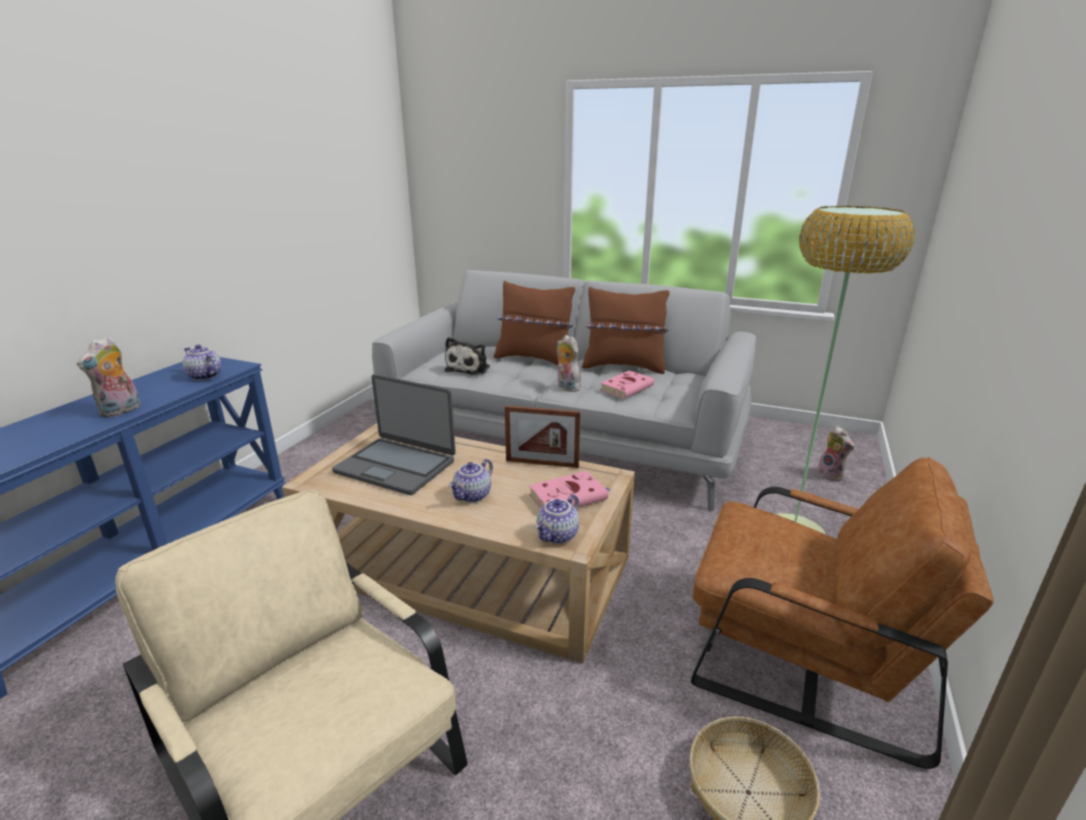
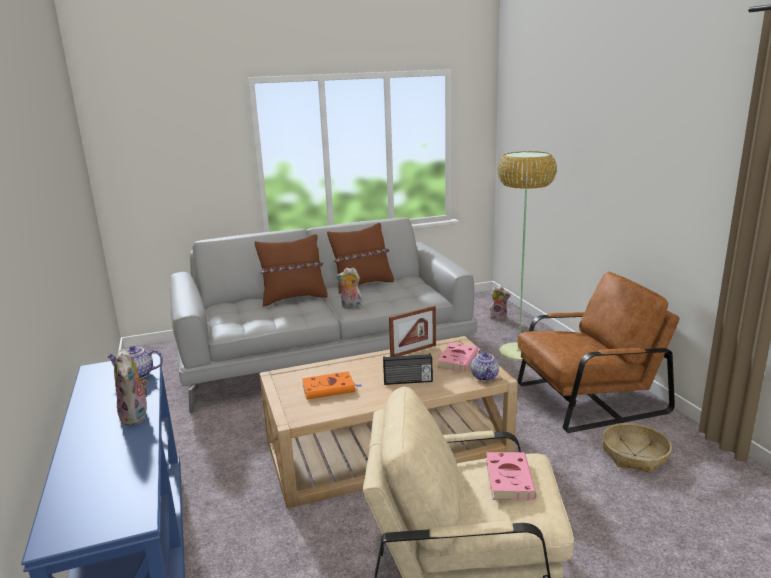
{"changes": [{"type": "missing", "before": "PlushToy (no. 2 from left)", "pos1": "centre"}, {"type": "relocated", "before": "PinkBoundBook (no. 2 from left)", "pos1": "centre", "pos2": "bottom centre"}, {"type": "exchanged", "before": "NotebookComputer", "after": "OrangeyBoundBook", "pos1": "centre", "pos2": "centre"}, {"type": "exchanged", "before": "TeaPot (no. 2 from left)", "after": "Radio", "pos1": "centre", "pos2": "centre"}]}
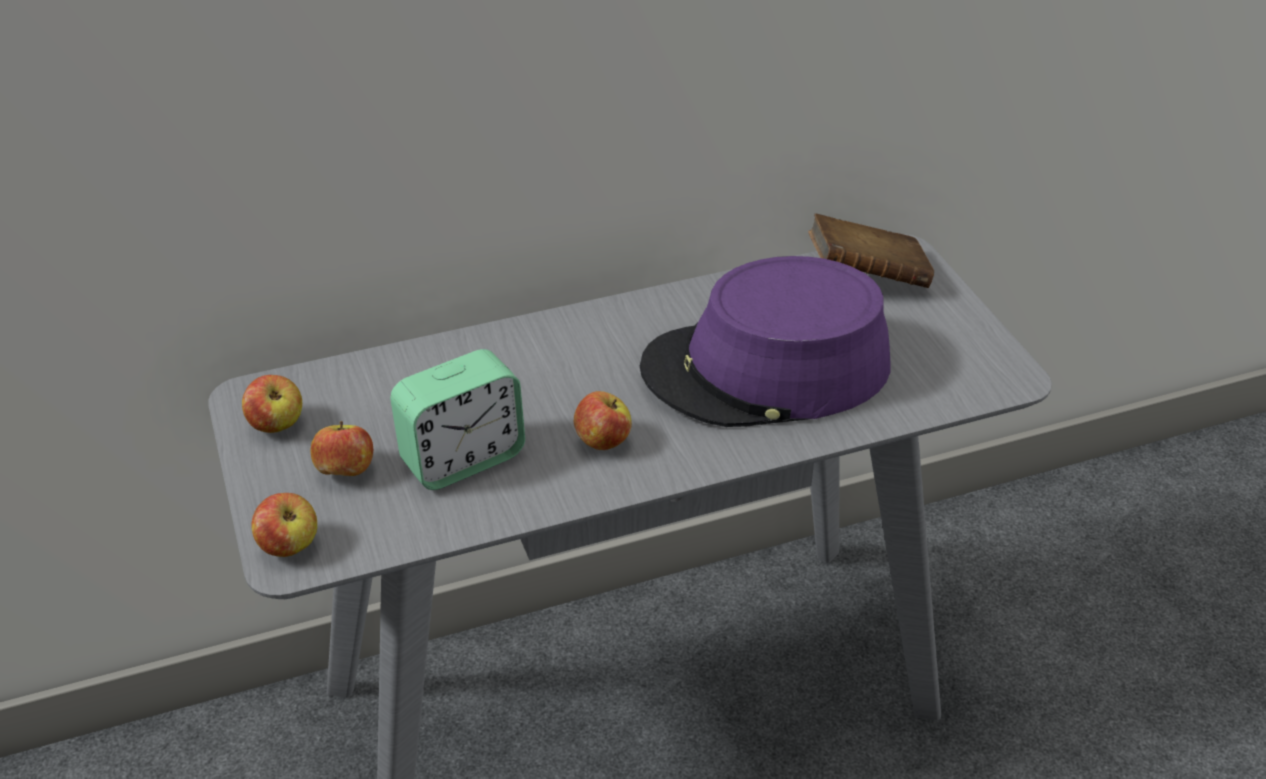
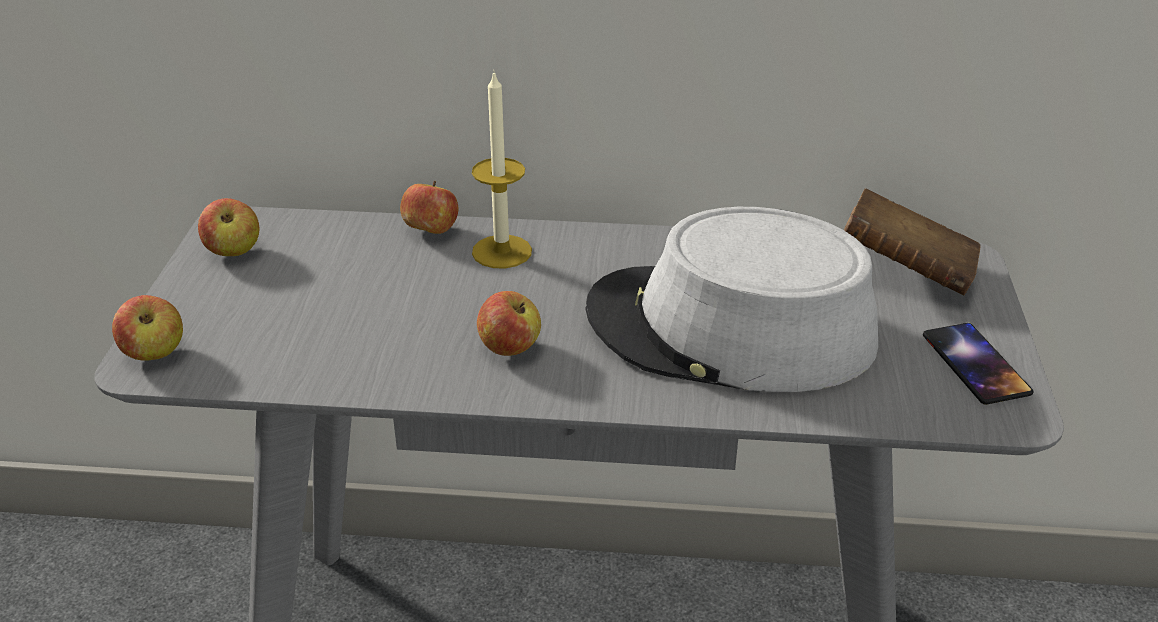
{"changes": [{"type": "missing", "before": "TableClock", "pos1": "centre"}, {"type": "appeared", "after": "WaxCandle", "pos2": "top centre"}, {"type": "appeared", "after": "Phone", "pos2": "middle right"}, {"type": "relocated", "before": "Apple (no. 3 from left)", "pos1": "middle left", "pos2": "top centre"}, {"type": "colour", "before": "PurplishClothingHat", "after": "GreyClothingHat", "pos1": "centre", "pos2": "centre"}]}
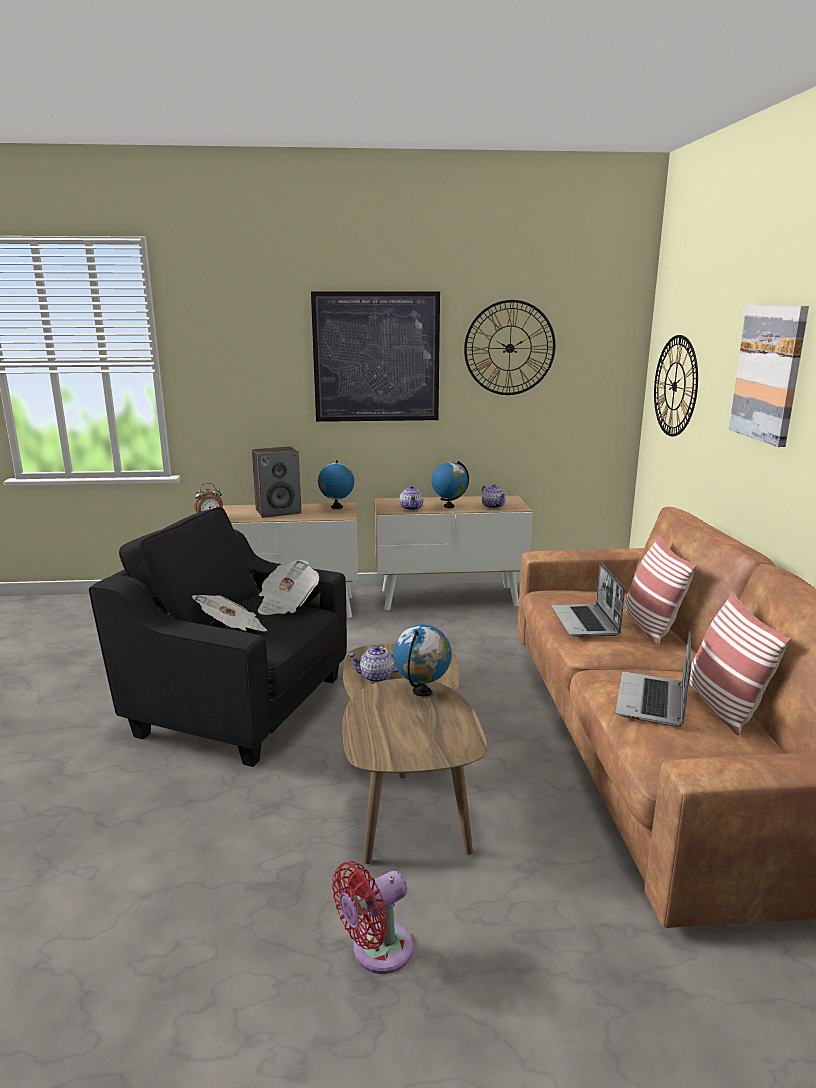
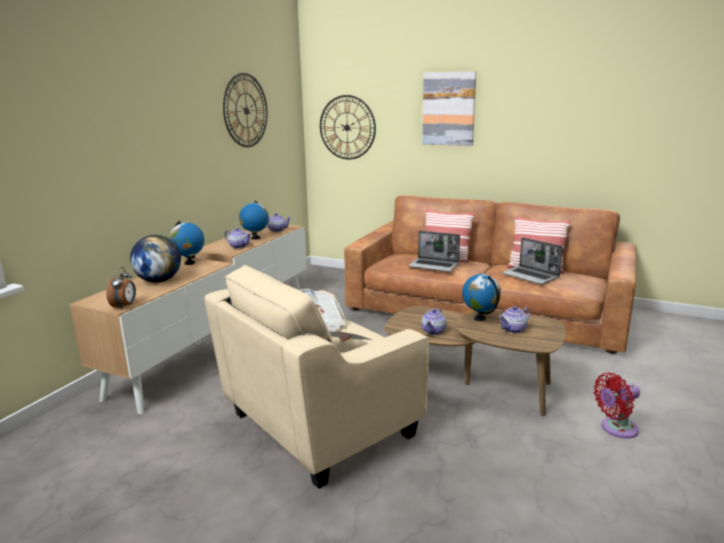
{"changes": [{"type": "missing", "before": "WallPicture (no. 1 from left)", "pos1": "top centre"}, {"type": "appeared", "after": "TeaPot (no. 4 from left)", "pos2": "middle right"}, {"type": "exchanged", "before": "AudioSpeaker", "after": "Globe (no. 1 from left)", "pos1": "centre", "pos2": "middle left"}, {"type": "colour", "before": "BlackishEasyChair", "after": "BeigeColouredEasyChair", "pos1": "middle left", "pos2": "bottom centre"}, {"type": "spun", "before": "ReddishFan", "pos1": "bottom centre", "pos2": "bottom right", "turn": 75}]}
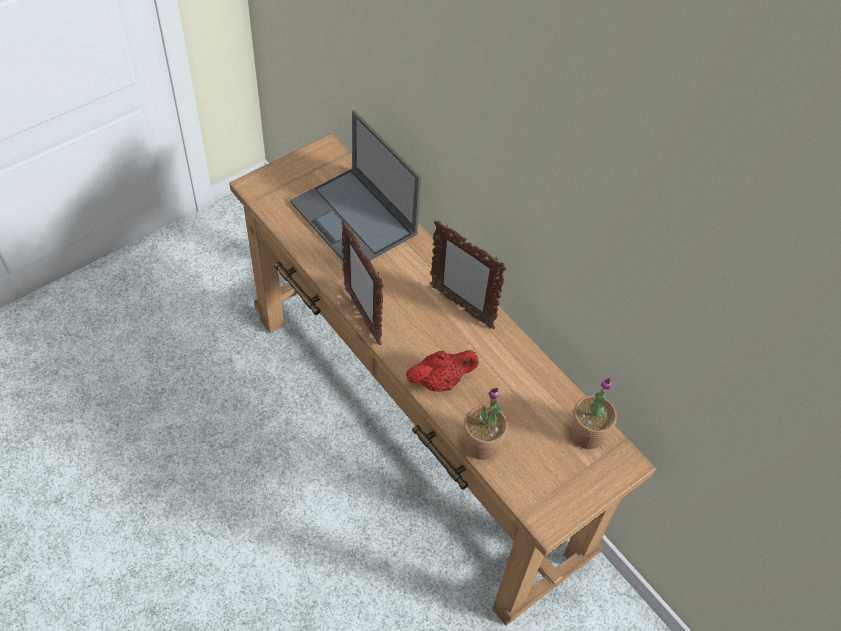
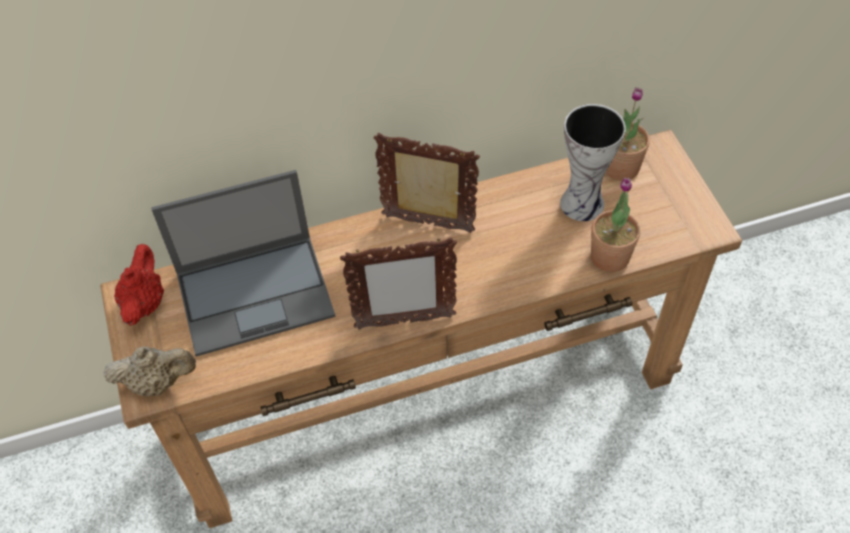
{"changes": [{"type": "appeared", "after": "BeigeColouredTeaPot", "pos2": "bottom left"}, {"type": "appeared", "after": "Vase", "pos2": "top right"}, {"type": "relocated", "before": "ReddishTeaPot", "pos1": "centre", "pos2": "middle left"}, {"type": "spun", "before": "PhotoFrame (no. 2 from left)", "pos1": "centre", "pos2": "centre", "turn": -135}]}
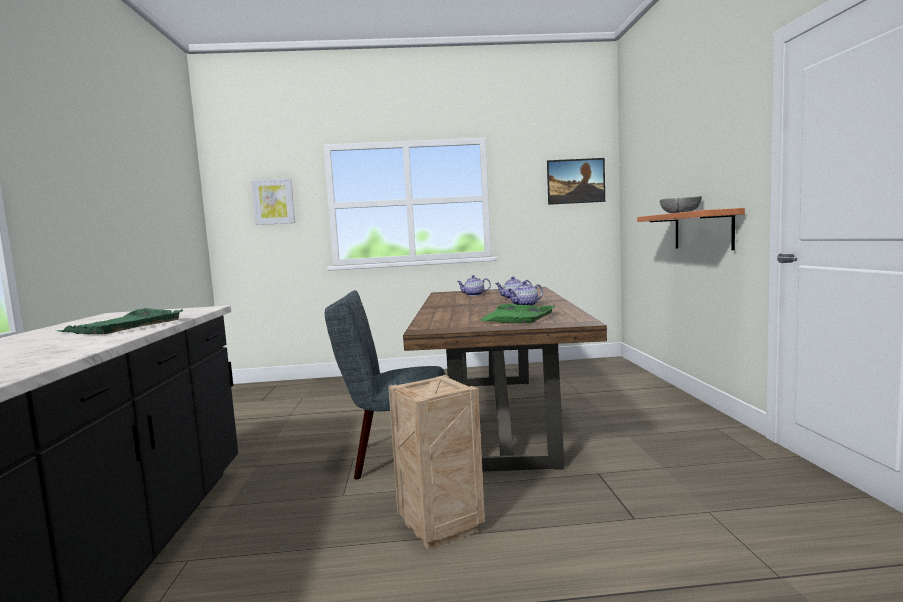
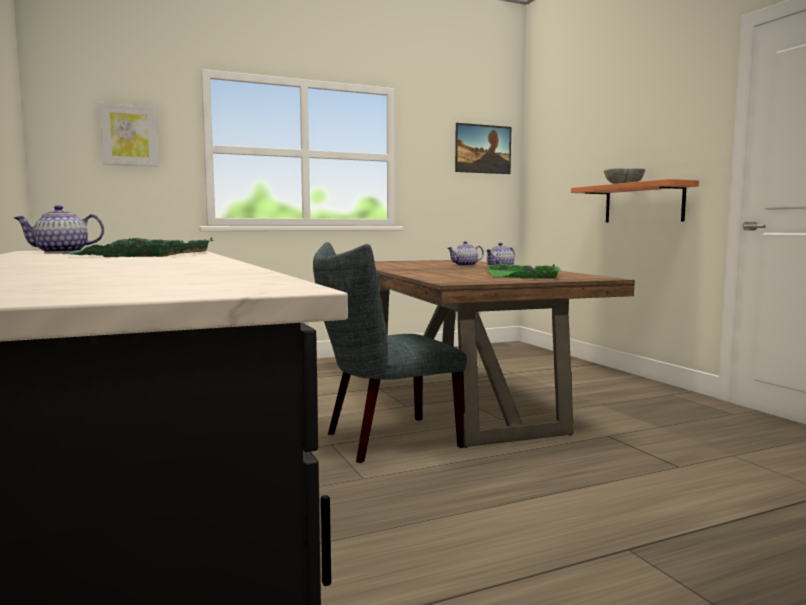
{"changes": [{"type": "missing", "before": "Crate", "pos1": "bottom centre"}, {"type": "relocated", "before": "TeaPot (no. 1 from left)", "pos1": "centre", "pos2": "middle left"}]}
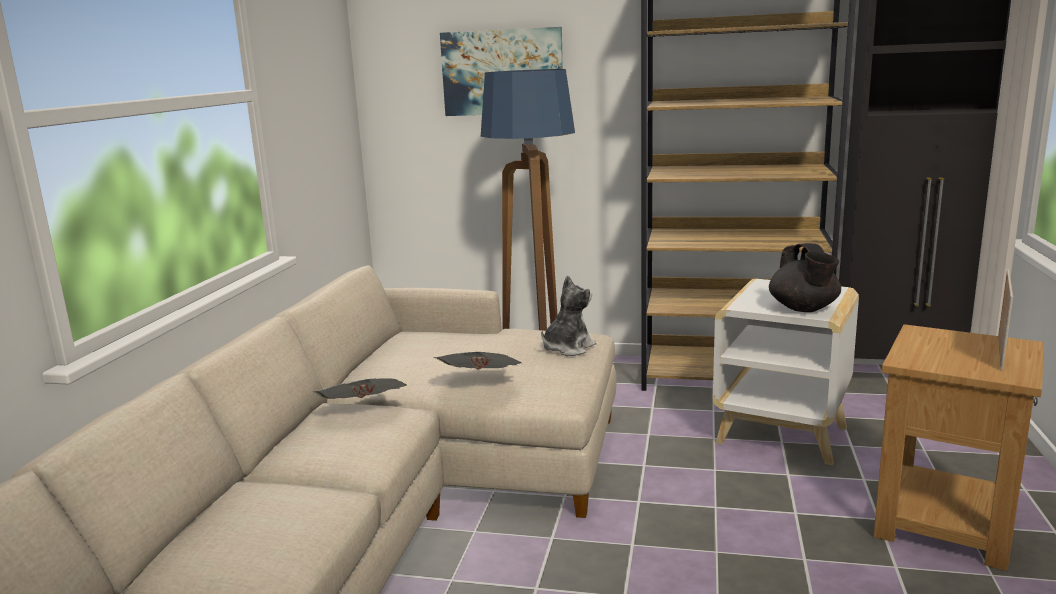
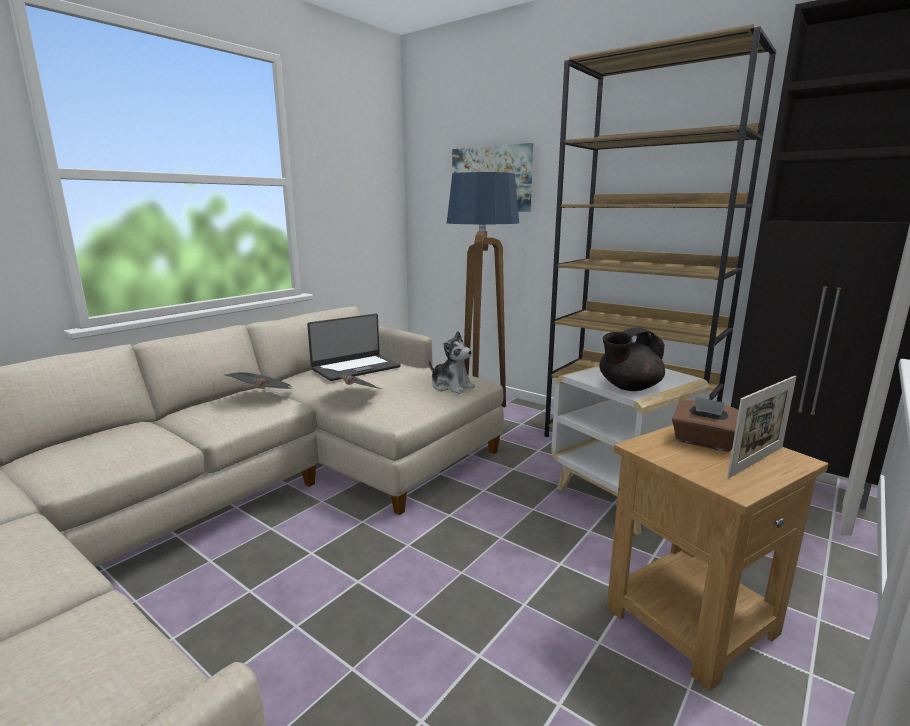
{"changes": [{"type": "appeared", "after": "NotebookComputer", "pos2": "centre"}, {"type": "appeared", "after": "BrownColouredTissueBox", "pos2": "middle right"}, {"type": "spun", "before": "PlushToy", "pos1": "centre", "pos2": "centre", "turn": 60}, {"type": "spun", "before": "BlackishTeaPot", "pos1": "middle right", "pos2": "middle right", "turn": 45}]}
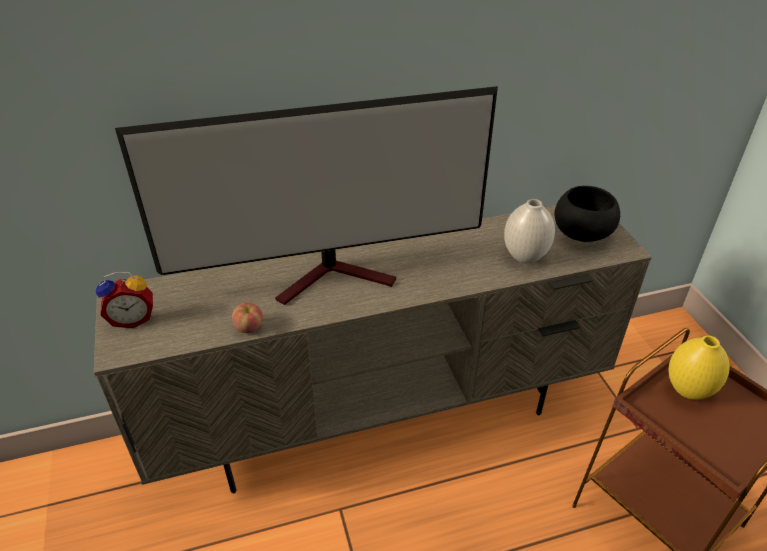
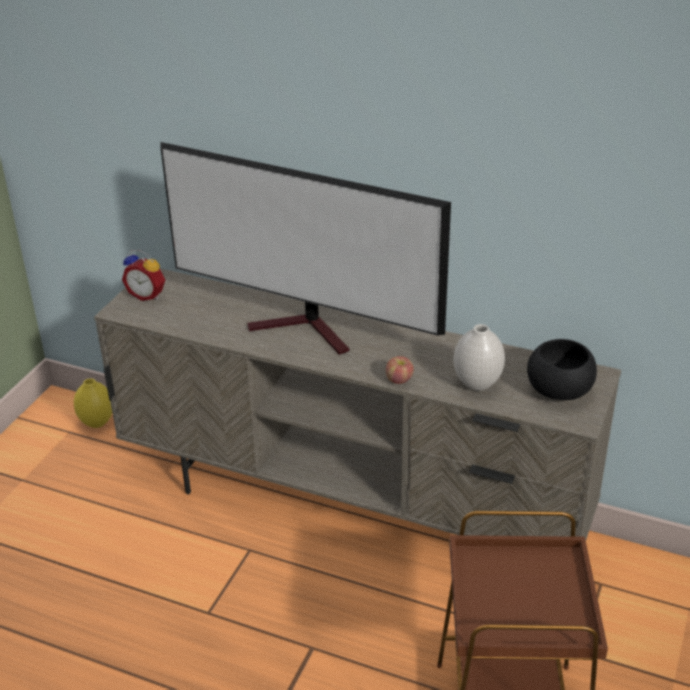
{"changes": [{"type": "relocated", "before": "Apple", "pos1": "middle left", "pos2": "centre"}, {"type": "relocated", "before": "YellowColouredVase", "pos1": "middle right", "pos2": "middle left"}]}
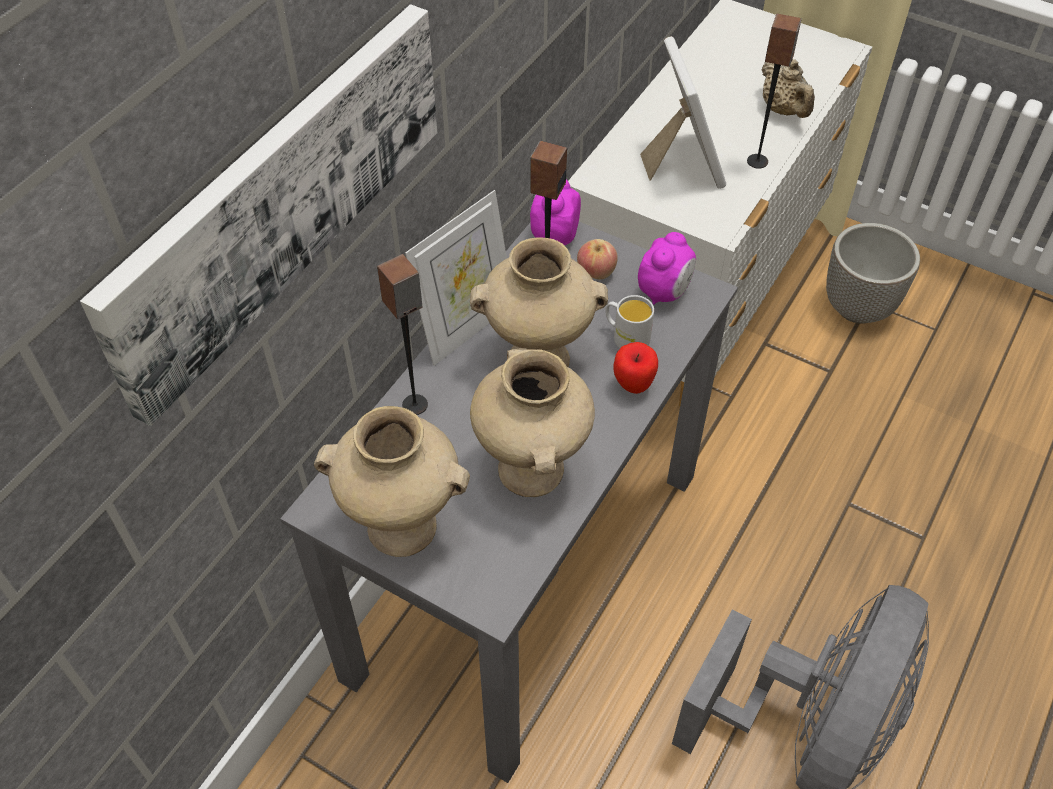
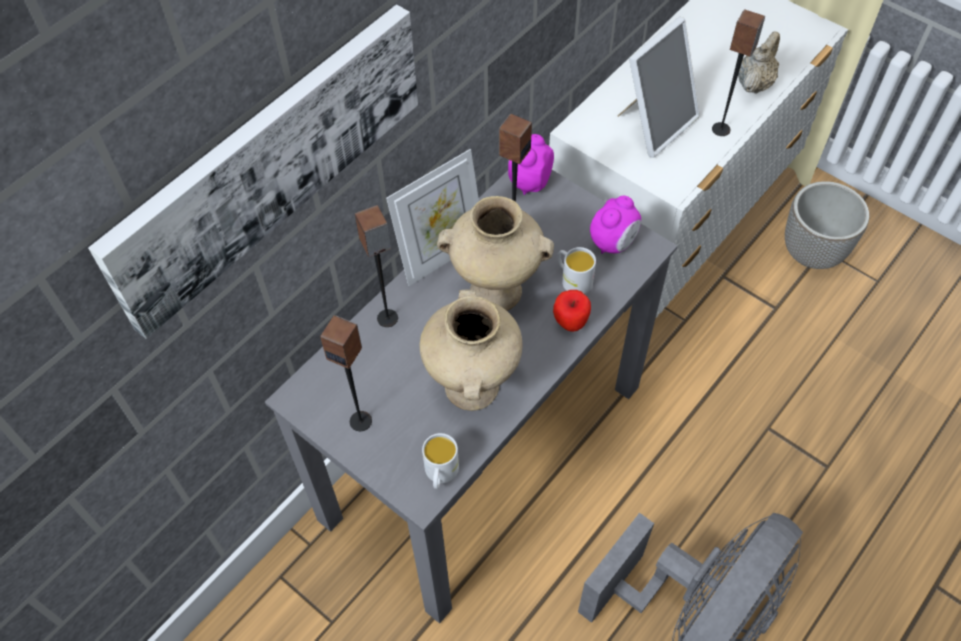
{"changes": [{"type": "missing", "before": "Apple (no. 1 from left)", "pos1": "top centre"}, {"type": "appeared", "after": "WhiteColouredTeaMug (no. 1 from left)", "pos2": "bottom centre"}, {"type": "exchanged", "before": "BeigeColouredVase (no. 1 from left)", "after": "AudioSpeaker (no. 1 from left)", "pos1": "centre", "pos2": "centre"}, {"type": "spun", "before": "PhotoFrame (no. 2 from left)", "pos1": "top centre", "pos2": "top right", "turn": 45}, {"type": "spun", "before": "BeigeColouredTeaPot", "pos1": "top right", "pos2": "top right", "turn": -135}]}
